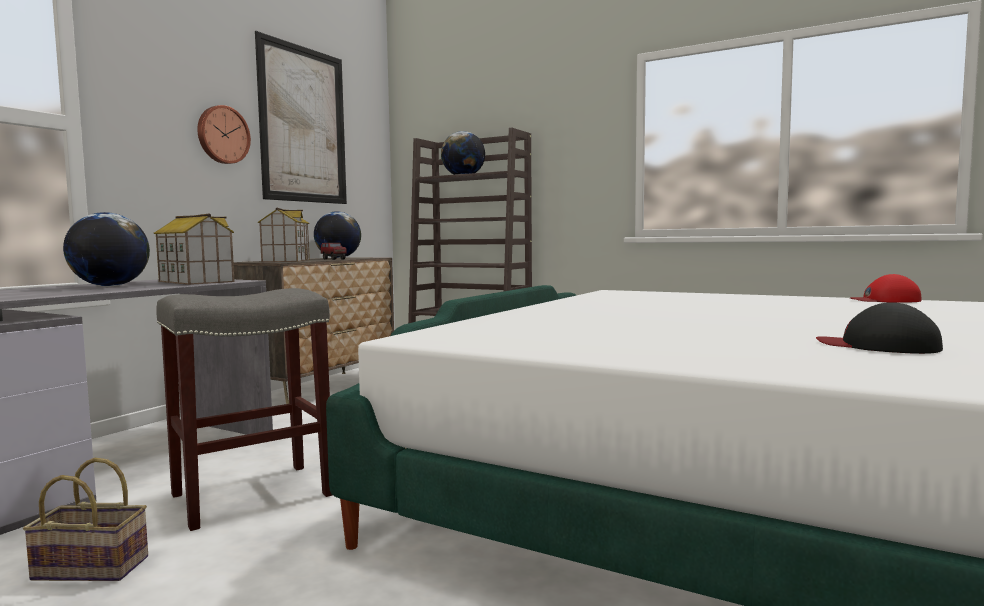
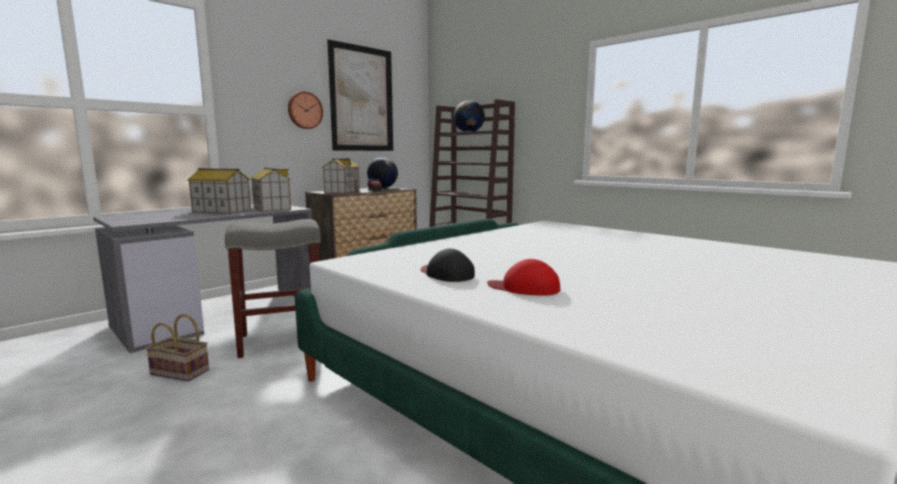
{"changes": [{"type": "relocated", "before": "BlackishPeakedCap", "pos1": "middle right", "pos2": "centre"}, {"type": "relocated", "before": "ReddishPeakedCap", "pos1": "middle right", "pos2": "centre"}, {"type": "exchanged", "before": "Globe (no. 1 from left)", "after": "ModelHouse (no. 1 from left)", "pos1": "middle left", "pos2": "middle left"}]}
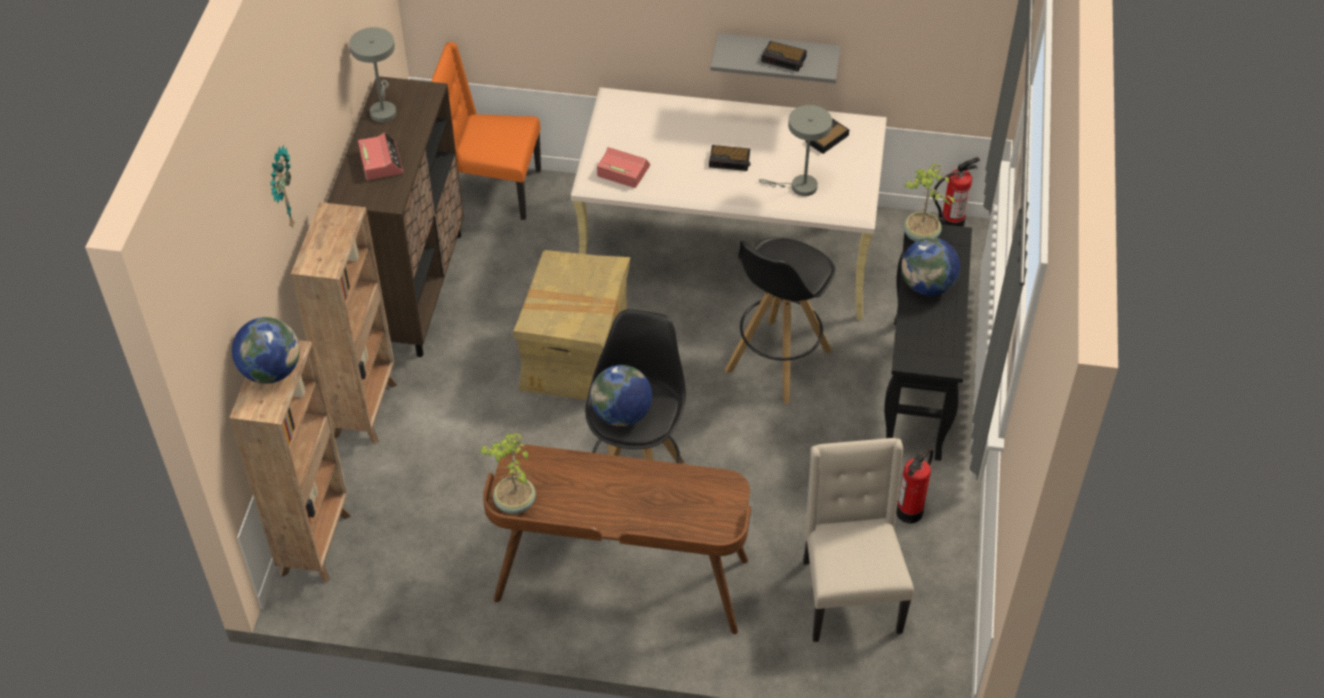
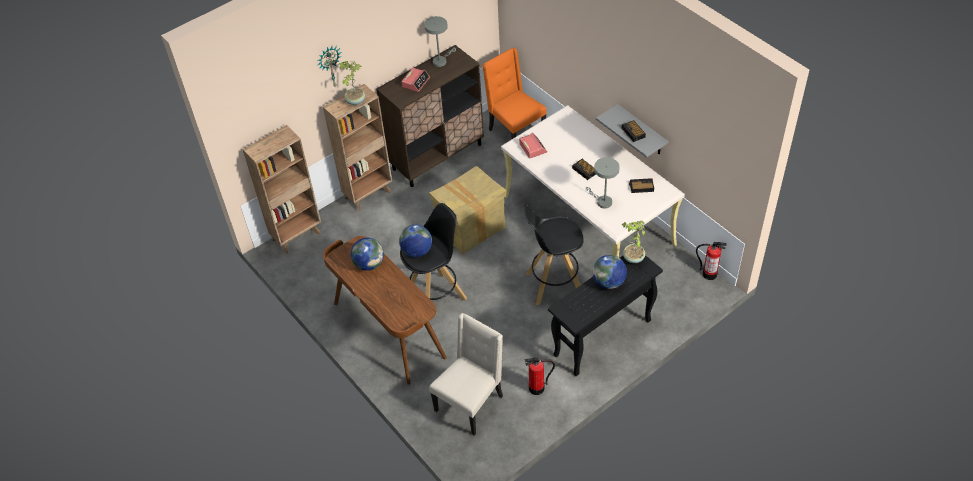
{"changes": [{"type": "relocated", "before": "Globe (no. 1 from left)", "pos1": "middle left", "pos2": "centre"}, {"type": "relocated", "before": "Houseplant (no. 1 from left)", "pos1": "bottom centre", "pos2": "top centre"}]}
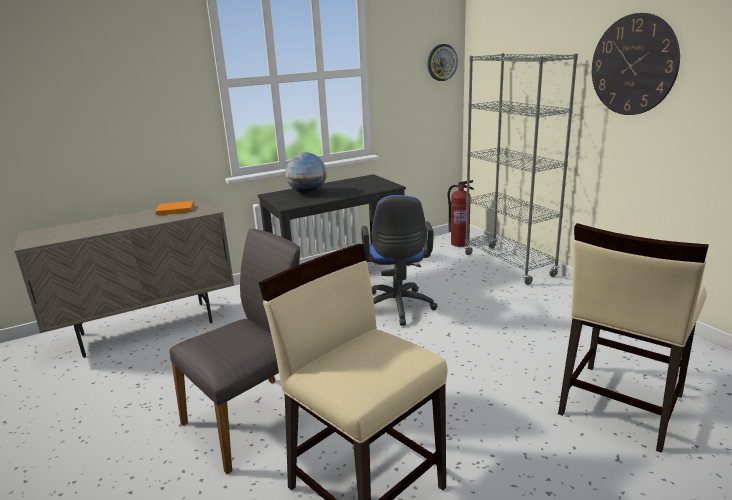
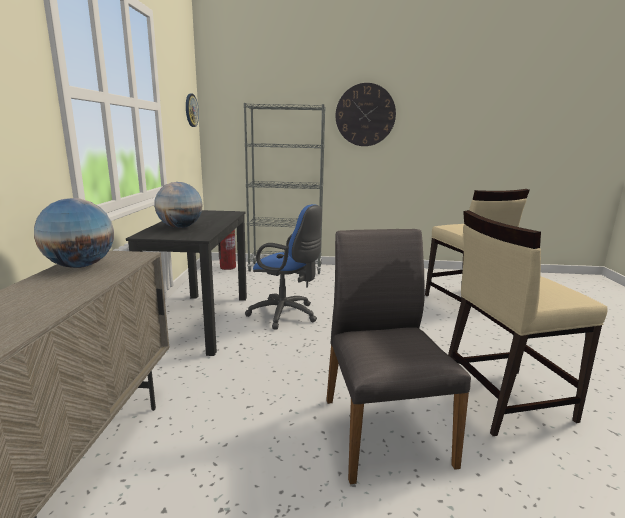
{"changes": [{"type": "exchanged", "before": "OrangeyBoundBook", "after": "Globe (no. 1 from left)", "pos1": "middle left", "pos2": "middle left"}]}
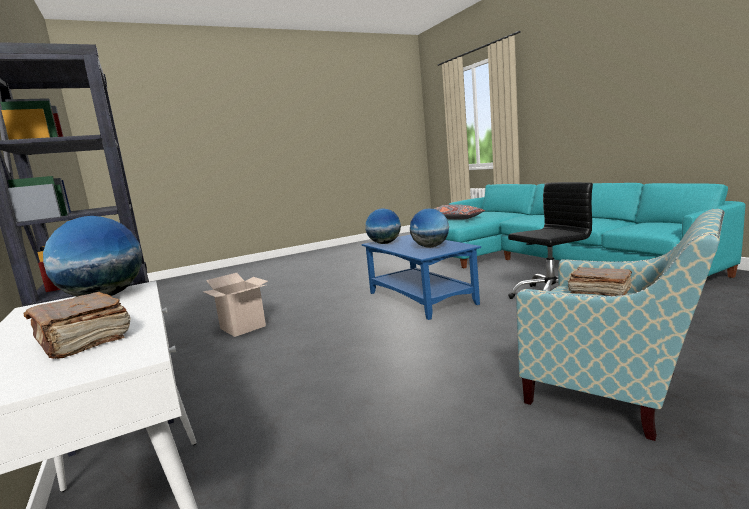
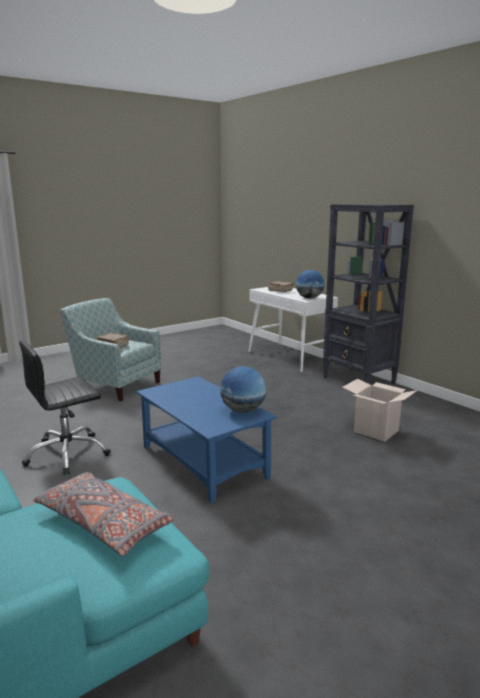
{"changes": [{"type": "missing", "before": "Globe (no. 3 from left)", "pos1": "centre"}]}
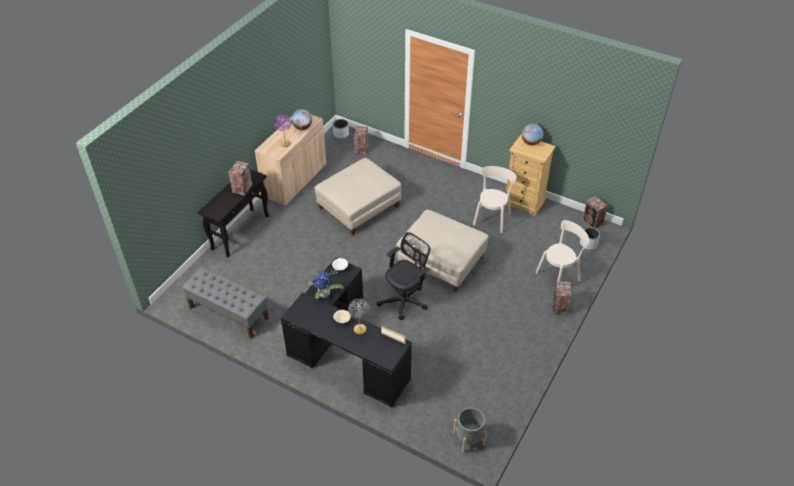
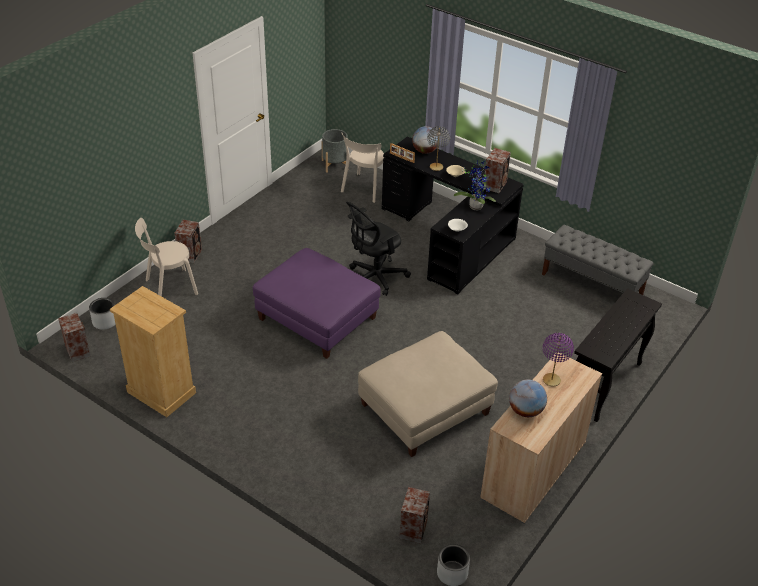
{"changes": [{"type": "relocated", "before": "AudioSpeaker (no. 1 from left in the first image)", "after": "AudioSpeaker (no. 4 from left)", "pos1": "middle left", "pos2": "top centre"}, {"type": "relocated", "before": "BeigeColouredChair (no. 1 from left in the first image)", "after": "BeigeColouredChair (no. 2 from left)", "pos1": "centre", "pos2": "top centre"}, {"type": "relocated", "before": "Globe (no. 2 from left in the first image)", "after": "Globe (no. 1 from left)", "pos1": "top right", "pos2": "top centre"}, {"type": "colour", "before": "BeigeColouredPouffe (no. 2 from left)", "after": "PurplishPouffe", "pos1": "centre", "pos2": "centre"}]}
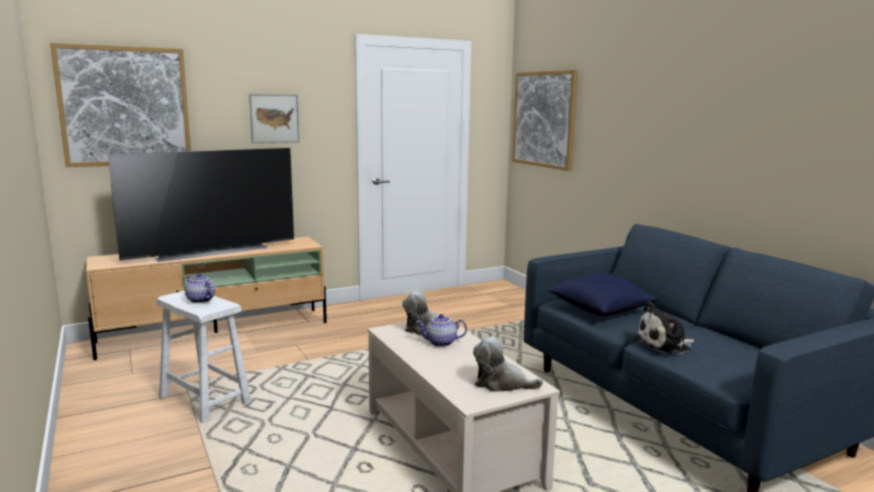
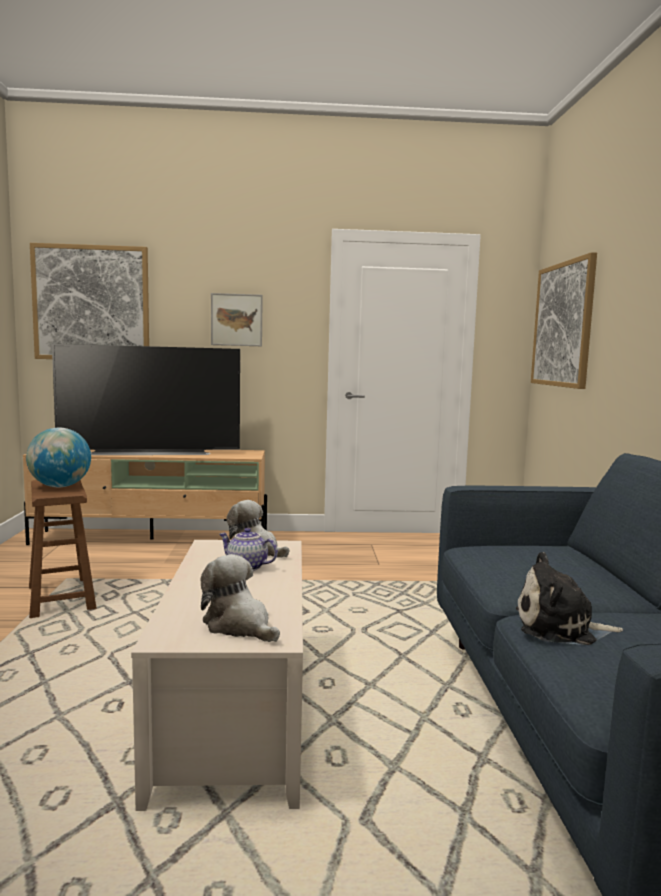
{"changes": [{"type": "missing", "before": "BluePillow", "pos1": "middle right"}, {"type": "exchanged", "before": "TeaPot (no. 1 from left)", "after": "Globe", "pos1": "middle left", "pos2": "middle left"}, {"type": "colour", "before": "WhiteColouredStool", "after": "BrownColouredStool", "pos1": "bottom left", "pos2": "middle left"}]}
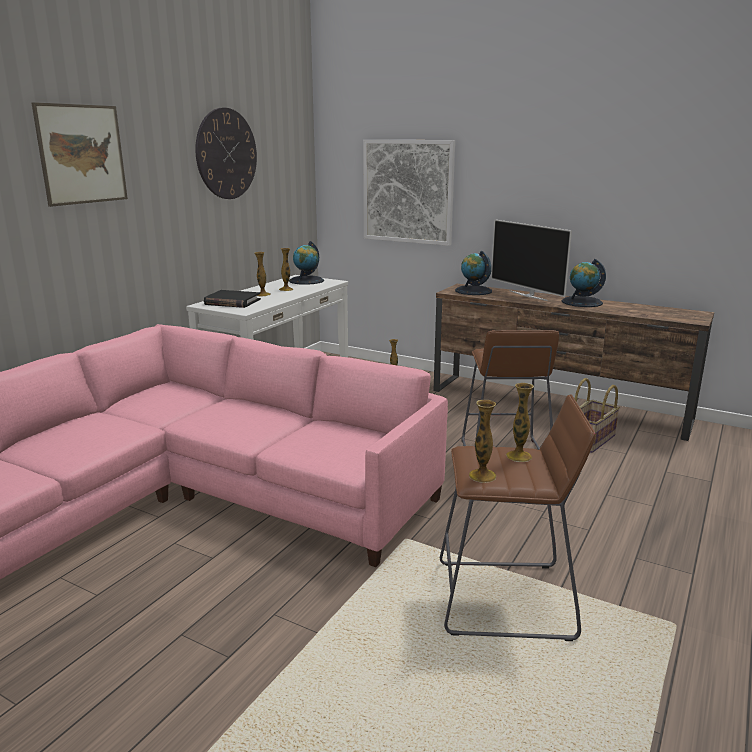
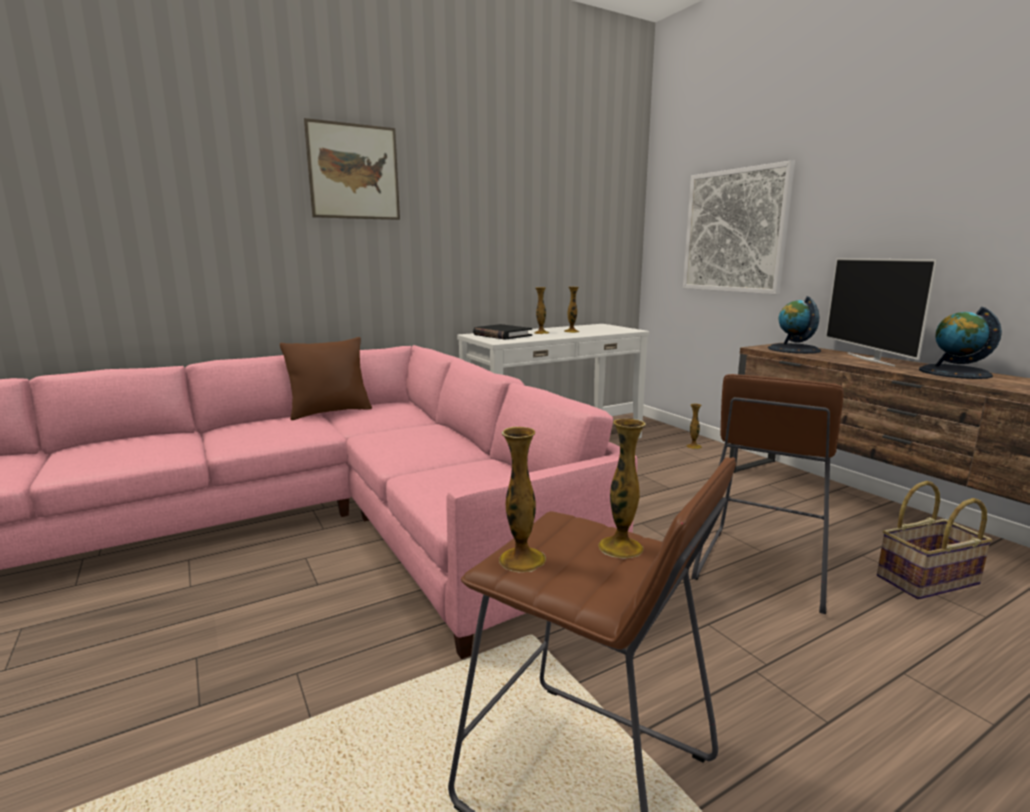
{"changes": [{"type": "missing", "before": "HangingClock", "pos1": "top left"}, {"type": "missing", "before": "Globe (no. 1 from left)", "pos1": "centre"}, {"type": "appeared", "after": "BrownColouredPillow", "pos2": "middle left"}]}
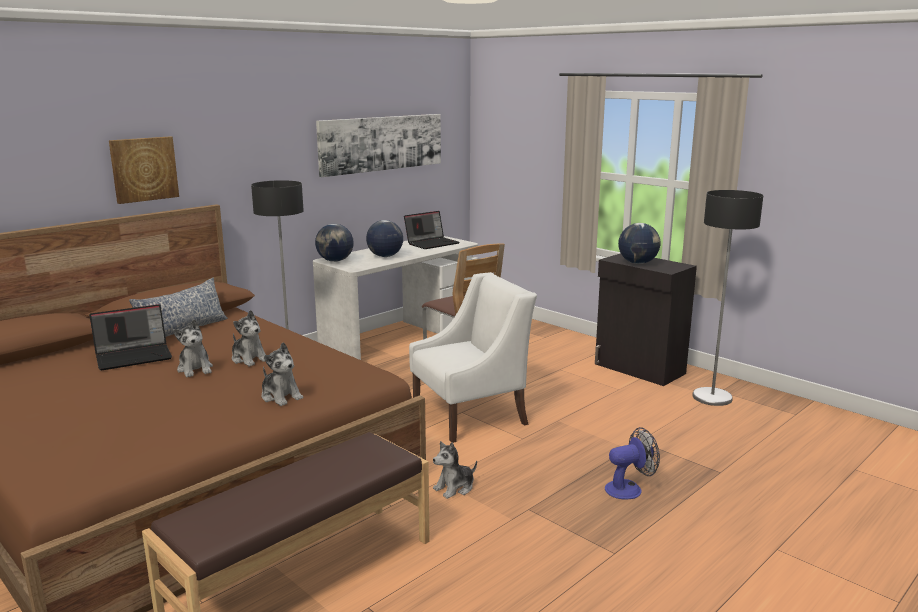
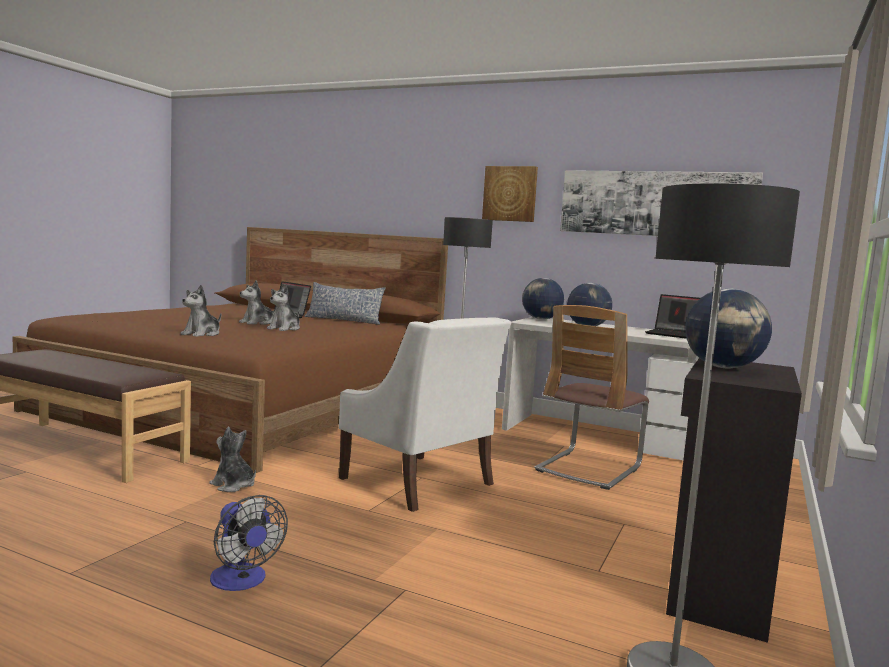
{"changes": [{"type": "relocated", "before": "WallPicture (no. 1 from left)", "pos1": "top left", "pos2": "top centre"}]}
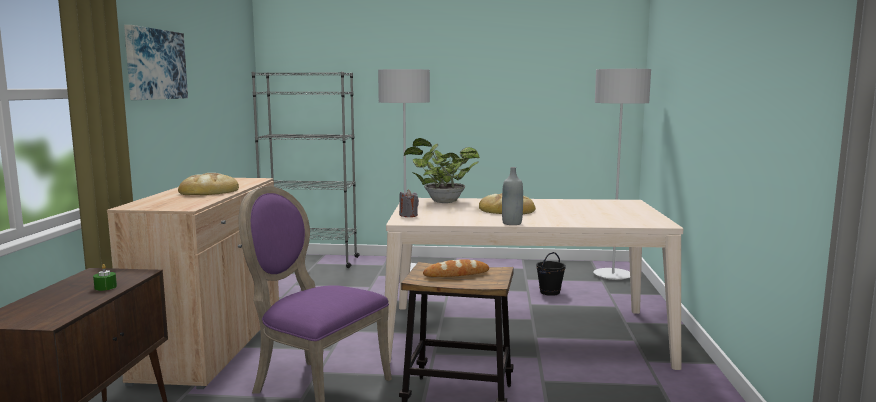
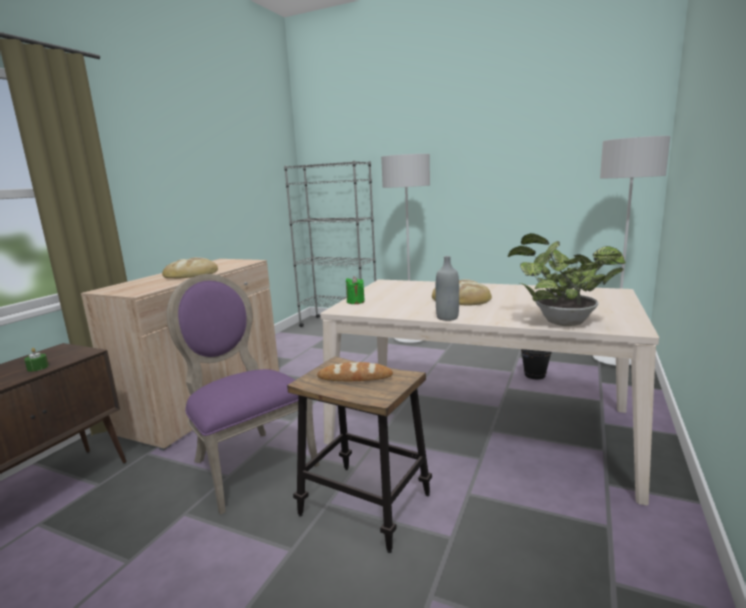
{"changes": [{"type": "missing", "before": "WallPicture", "pos1": "top left"}, {"type": "relocated", "before": "Houseplant", "pos1": "centre", "pos2": "middle right"}, {"type": "colour", "before": "GreyWaxCandle", "after": "GreenColouredWaxCandle (no. 2 from left)", "pos1": "centre", "pos2": "centre"}]}
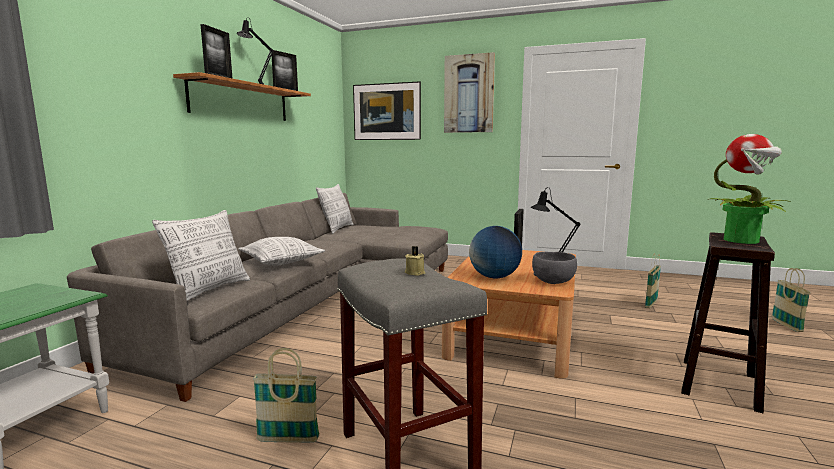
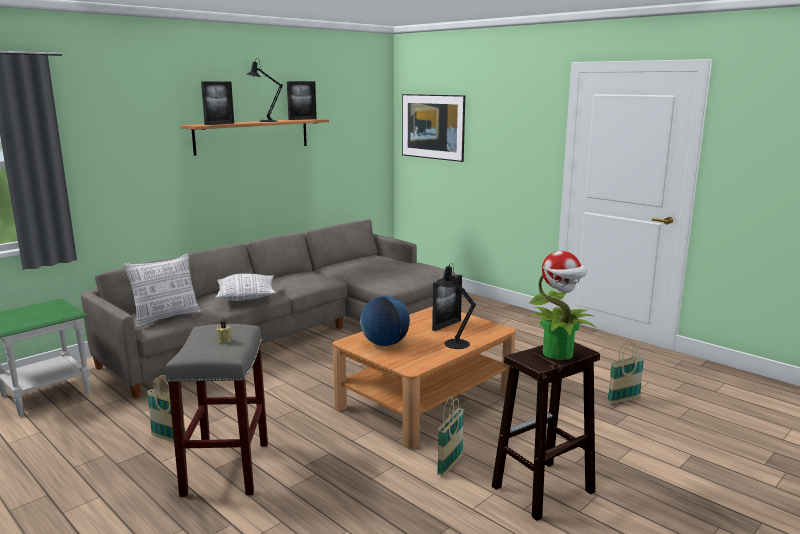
{"changes": [{"type": "missing", "before": "Pillow (no. 3 from left)", "pos1": "centre"}, {"type": "missing", "before": "WallPicture (no. 2 from left)", "pos1": "top centre"}, {"type": "missing", "before": "GreyDeepDish", "pos1": "centre"}, {"type": "relocated", "before": "HouseholdBasket (no. 3 from left in the first image)", "after": "HouseholdBasket (no. 2 from left)", "pos1": "middle right", "pos2": "bottom centre"}]}
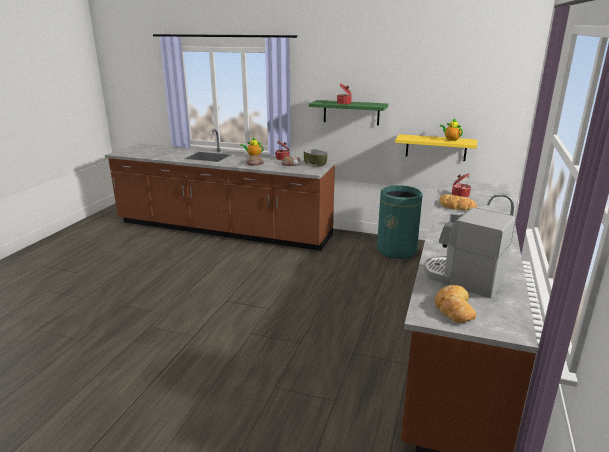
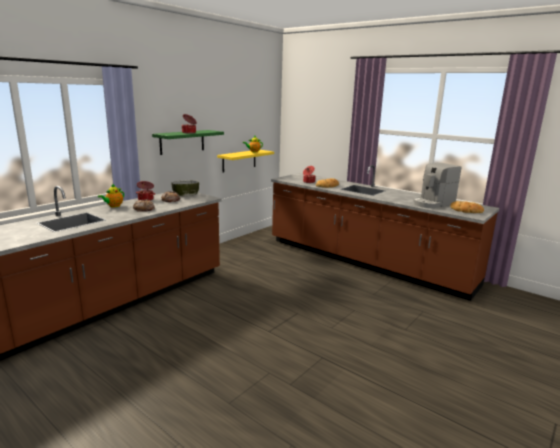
{"changes": [{"type": "missing", "before": "GreenColouredWasteBin", "pos1": "centre"}]}
